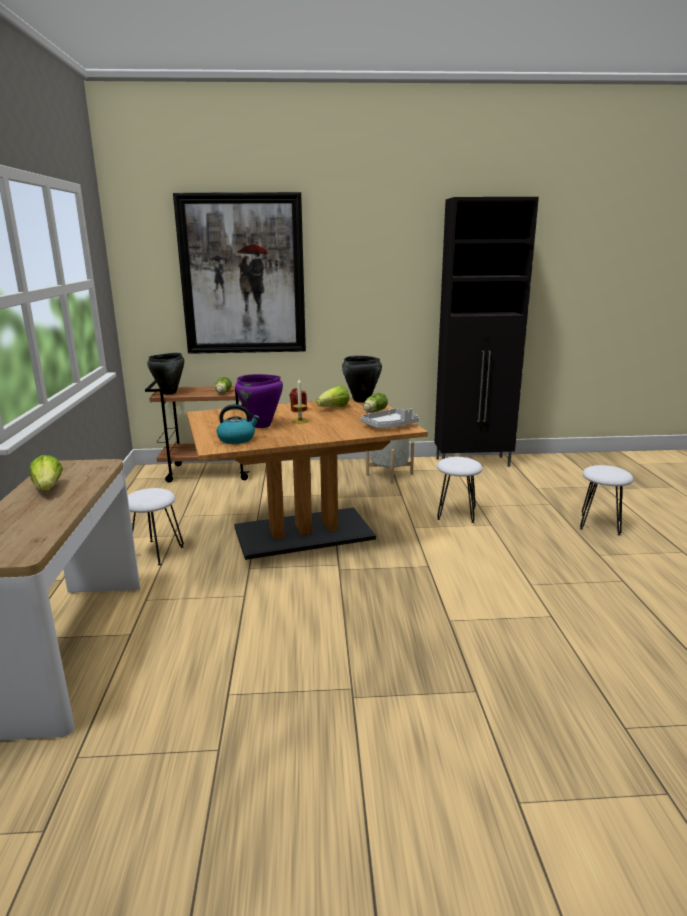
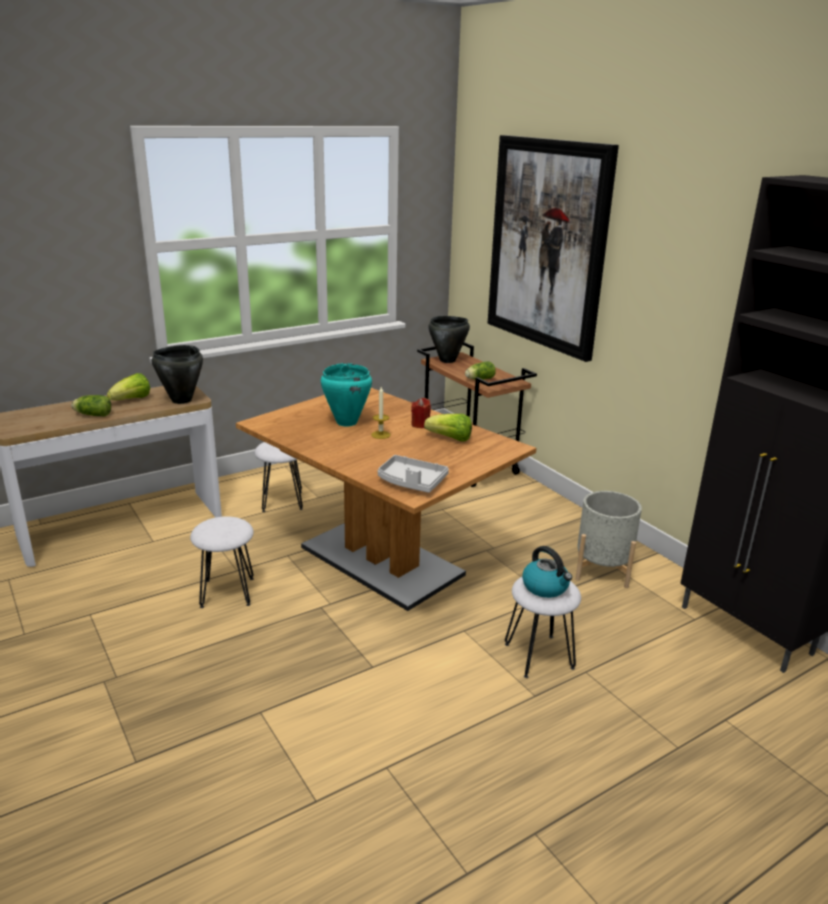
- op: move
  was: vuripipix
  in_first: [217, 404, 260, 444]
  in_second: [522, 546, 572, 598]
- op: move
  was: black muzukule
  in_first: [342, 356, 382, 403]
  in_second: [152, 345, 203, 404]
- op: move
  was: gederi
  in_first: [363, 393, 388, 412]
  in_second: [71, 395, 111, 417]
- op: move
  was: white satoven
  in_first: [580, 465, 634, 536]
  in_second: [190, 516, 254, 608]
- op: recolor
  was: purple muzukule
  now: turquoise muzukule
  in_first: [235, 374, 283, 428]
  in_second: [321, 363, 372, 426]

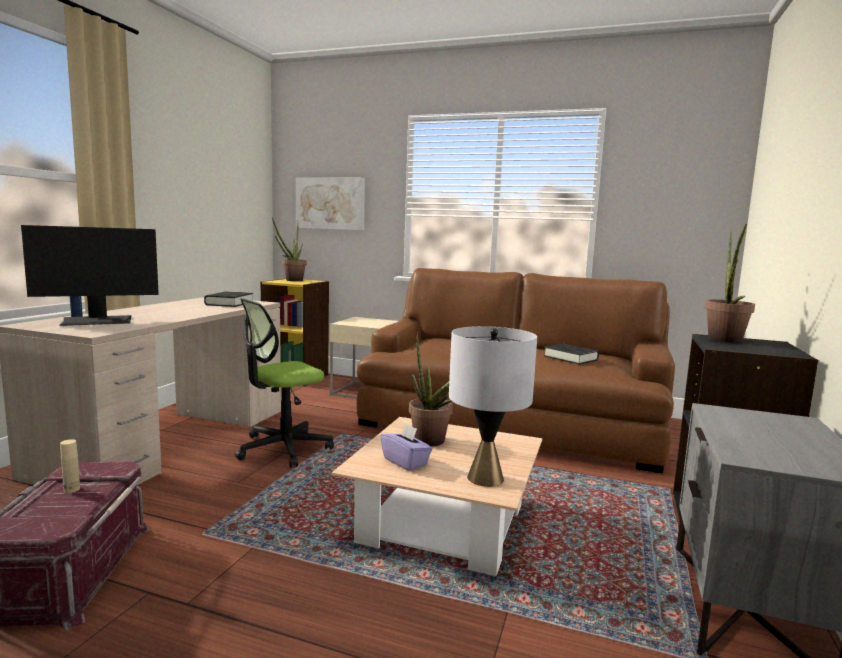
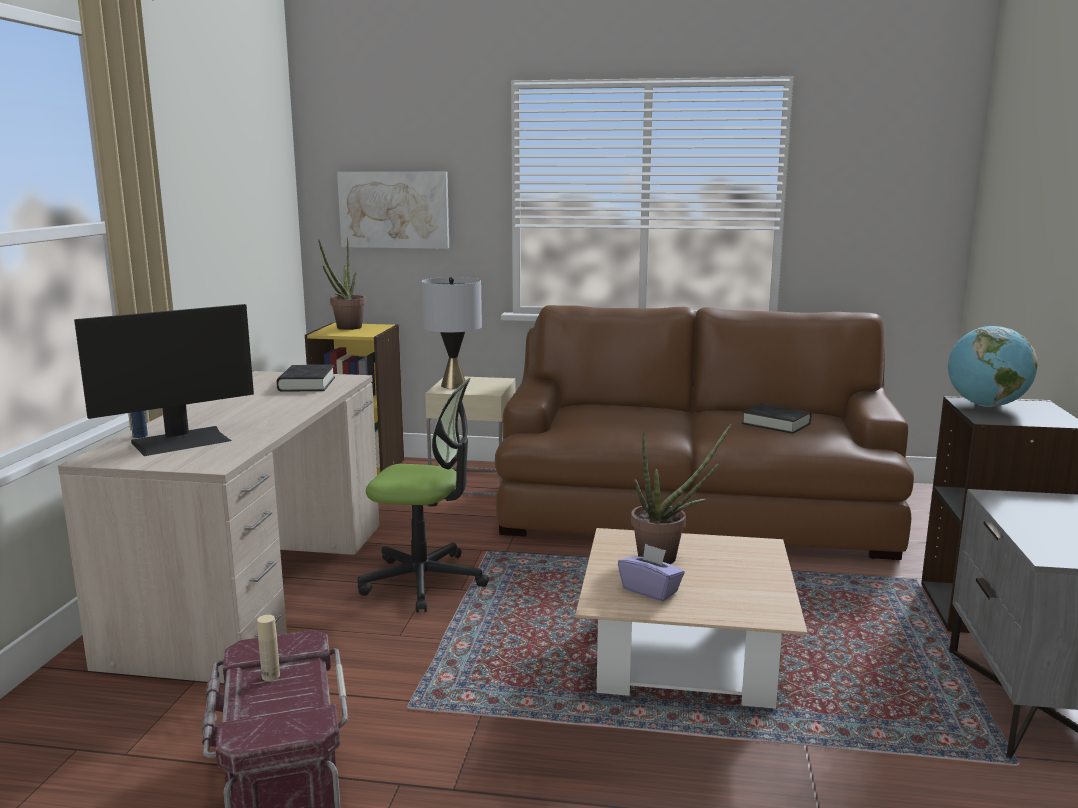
- op: move
  was: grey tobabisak
  in_first: [449, 326, 537, 487]
  in_second: [422, 277, 482, 389]
- op: replace
  was: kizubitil
  now: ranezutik
  in_first: [705, 224, 755, 343]
  in_second: [948, 326, 1038, 407]
- op: rotate
  was: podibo
  in_first: [235, 298, 334, 468]
  in_second: [357, 378, 489, 612]
  clockwise: -120

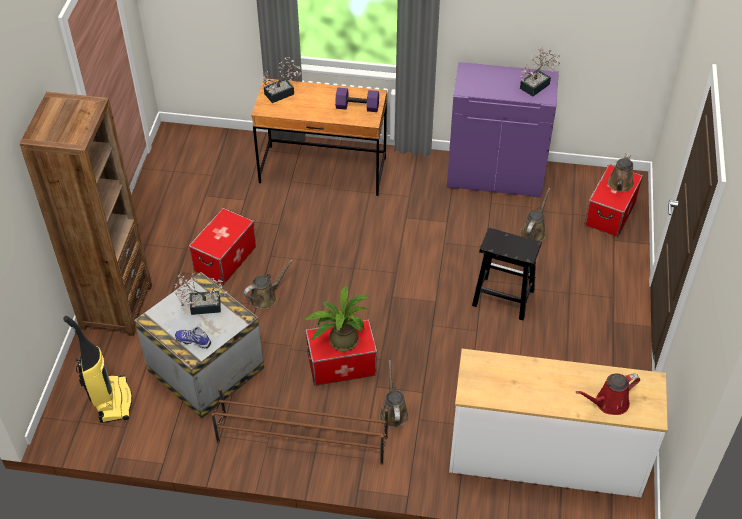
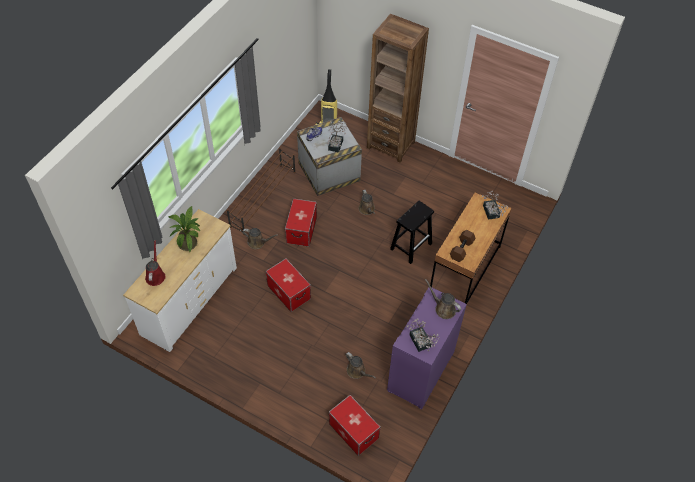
- op: move
  was: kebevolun
  in_first: [189, 208, 256, 284]
  in_second: [266, 258, 311, 312]
- op: move
  was: kizubitil
  in_first: [303, 285, 370, 351]
  in_second: [168, 206, 200, 253]
- op: move
  was: black satoven
  in_first: [472, 228, 542, 320]
  in_second: [390, 201, 434, 264]
- op: move
  was: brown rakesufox
  in_first: [608, 153, 634, 192]
  in_second: [425, 279, 461, 319]
- op: recolor
  was: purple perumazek
  now: brown perumazek
  in_first: [335, 88, 379, 112]
  in_second: [450, 230, 475, 262]

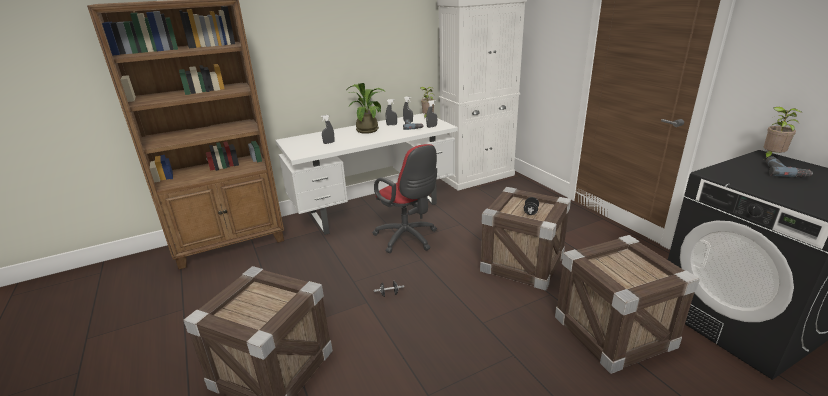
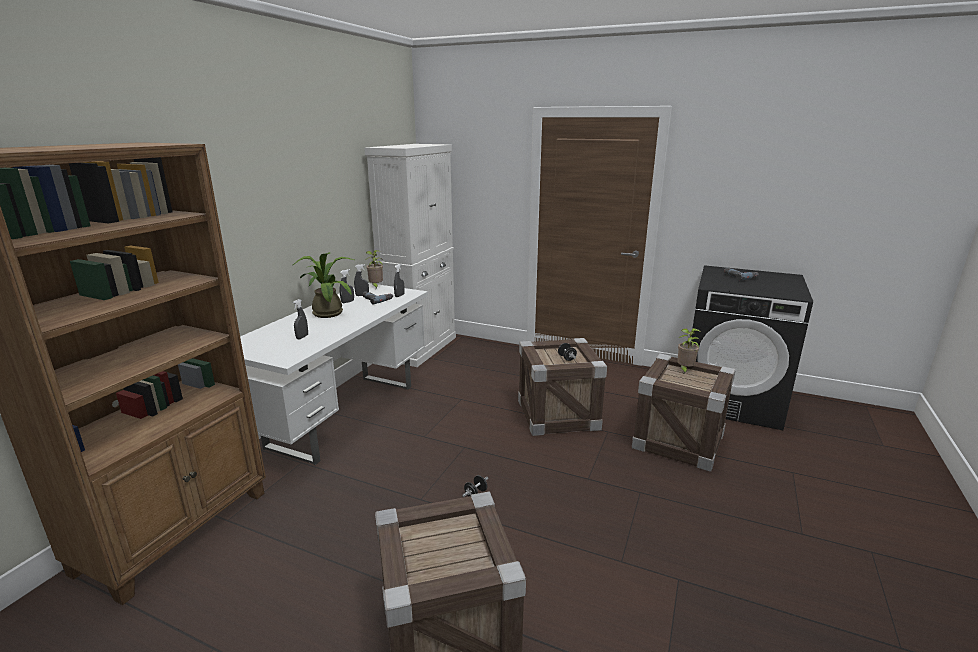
- op: delete
  was: red podibo
  in_first: [373, 144, 437, 253]
- op: move
  was: kizubitil
  in_first: [764, 107, 803, 159]
  in_second: [677, 328, 700, 375]

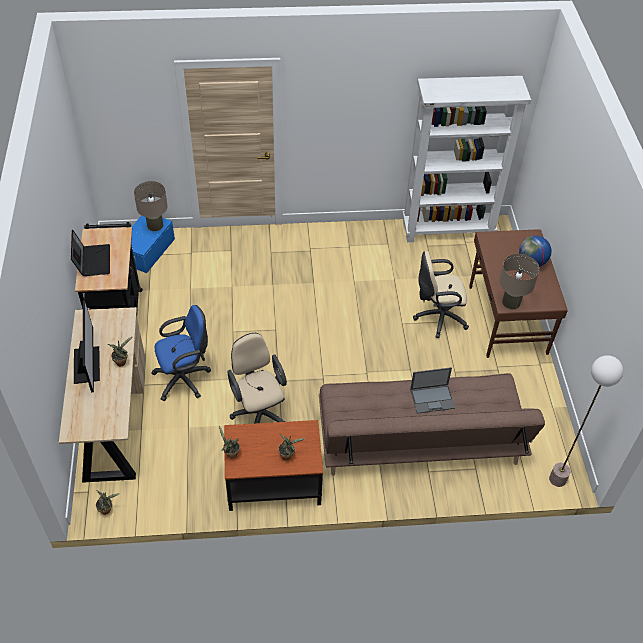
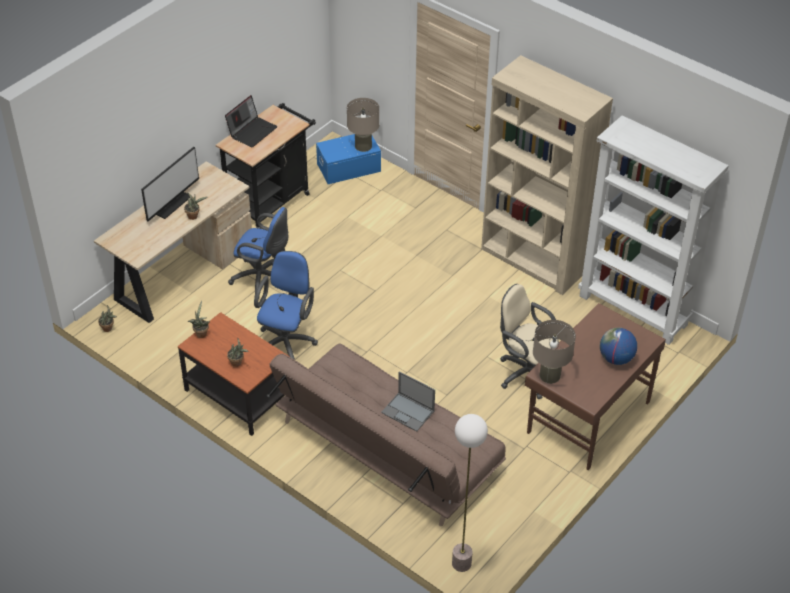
- op: insert
  now: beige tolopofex
  in_second: [481, 55, 613, 295]
- op: recolor
  was: beige podibo
  now: blue podibo
  in_first: [227, 333, 287, 424]
  in_second: [254, 251, 318, 360]

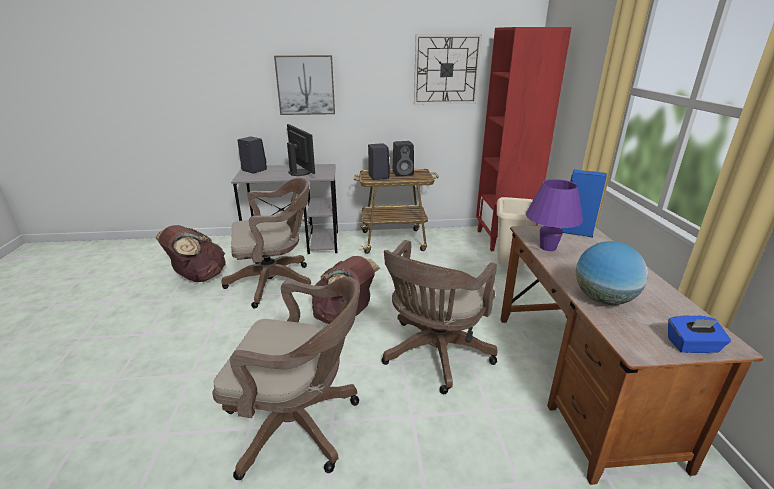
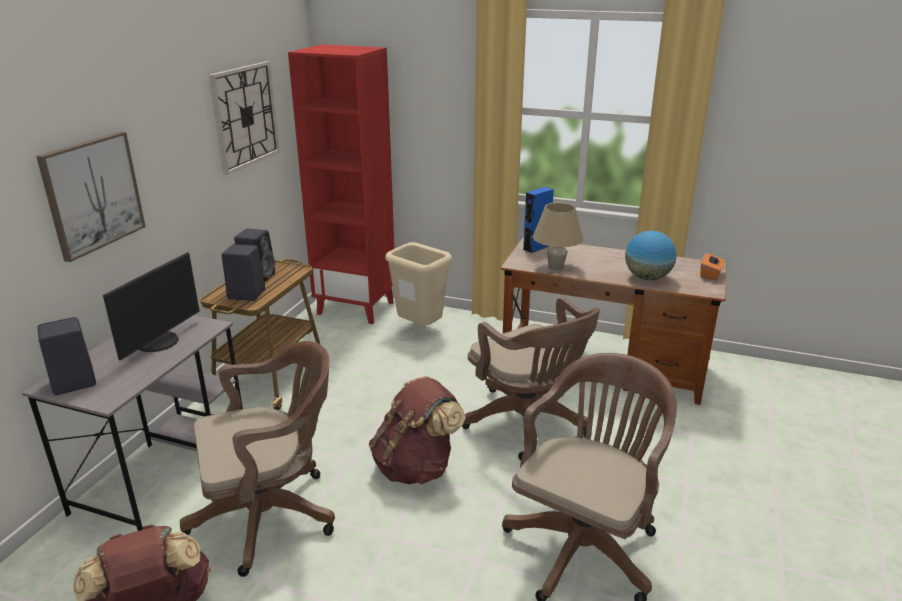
- op: recolor
  was: purple tobabisak
  now: beige tobabisak
  in_first: [526, 179, 583, 251]
  in_second: [533, 202, 584, 270]
- op: recolor
  was: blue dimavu
  now: orange dimavu
  in_first: [668, 315, 731, 353]
  in_second: [700, 252, 724, 280]
- op: rotate
  was: brown podibo
  in_first: [221, 177, 311, 308]
  in_second: [180, 341, 335, 577]
  clockwise: 60
- op: rotate
  was: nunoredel
  in_first: [287, 124, 315, 176]
  in_second: [103, 252, 200, 360]
  clockwise: 120

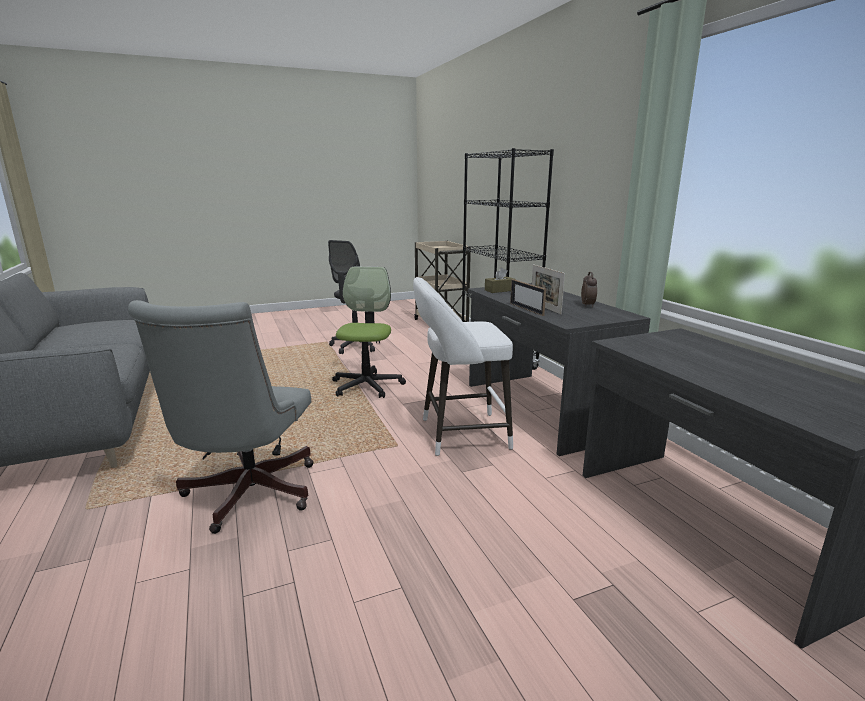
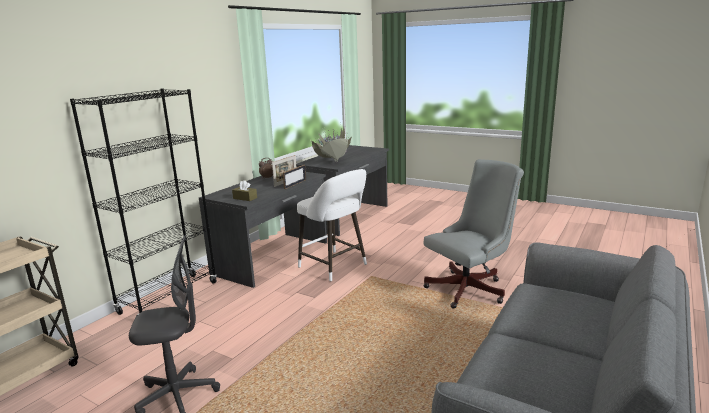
- op: delete
  was: podibo
  in_first: [332, 267, 406, 398]
- op: insert
  now: kizubitil
  in_second: [310, 127, 353, 162]

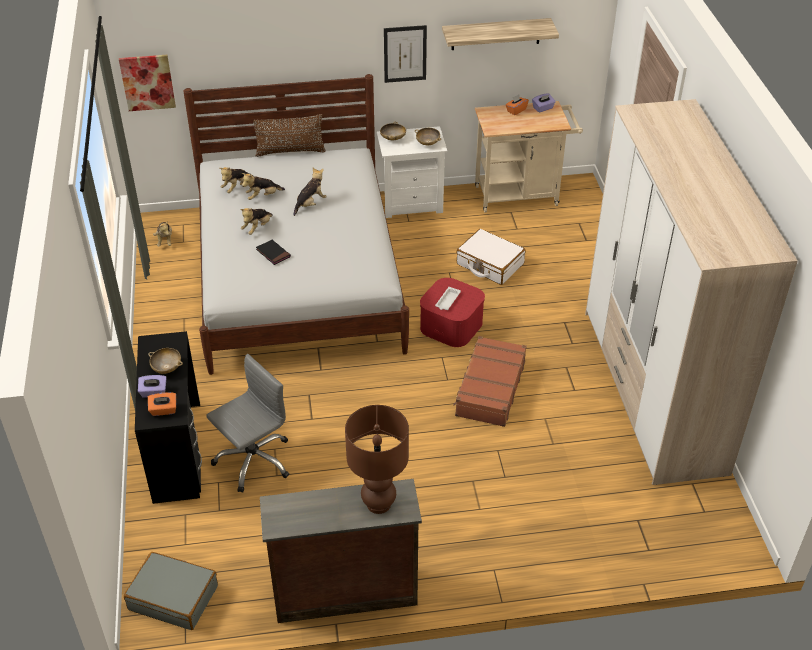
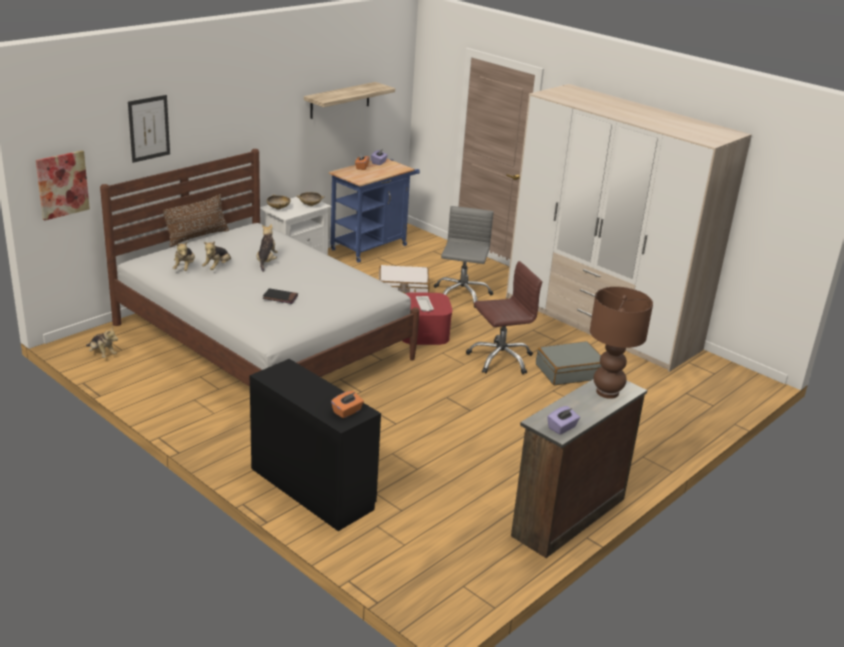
- op: delete
  was: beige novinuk
  in_first: [148, 348, 183, 374]
- op: delete
  was: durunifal
  in_first: [240, 208, 273, 235]
- op: move
  was: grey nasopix
  in_first: [124, 552, 218, 630]
  in_second: [536, 341, 602, 385]
- op: move
  was: purple dimavu
  in_first: [138, 375, 167, 397]
  in_second: [548, 406, 580, 435]
- op: move
  was: grey podibo
  in_first: [206, 354, 289, 493]
  in_second: [434, 206, 494, 308]
- op: move
  was: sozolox
  in_first: [384, 25, 427, 83]
  in_second: [128, 95, 170, 163]
- op: replace
  was: brown nasopix
  now: brown podibo
  in_first: [453, 336, 527, 427]
  in_second: [466, 261, 542, 374]
- op: recolor
  was: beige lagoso
  now: blue lagoso
  in_first: [475, 101, 583, 213]
  in_second: [329, 159, 420, 263]

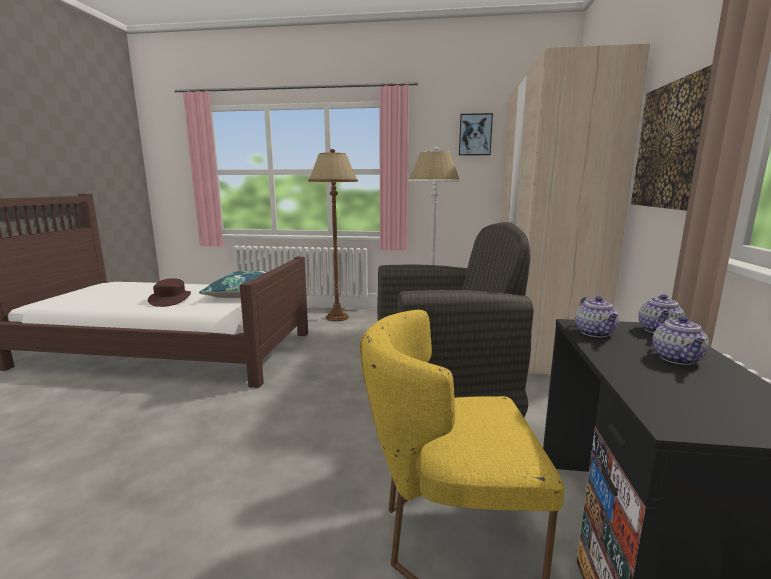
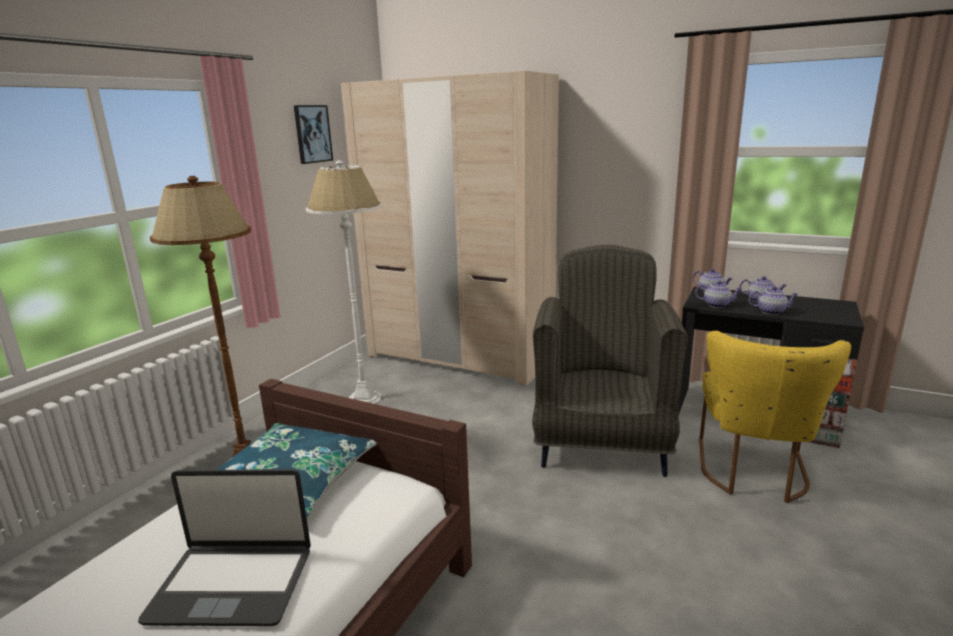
- op: delete
  was: sozolox
  in_first: [631, 65, 712, 211]
- op: insert
  now: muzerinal
  in_second: [749, 286, 798, 315]
- op: replace
  was: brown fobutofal
  now: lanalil
  in_first: [148, 278, 191, 307]
  in_second: [138, 469, 311, 626]

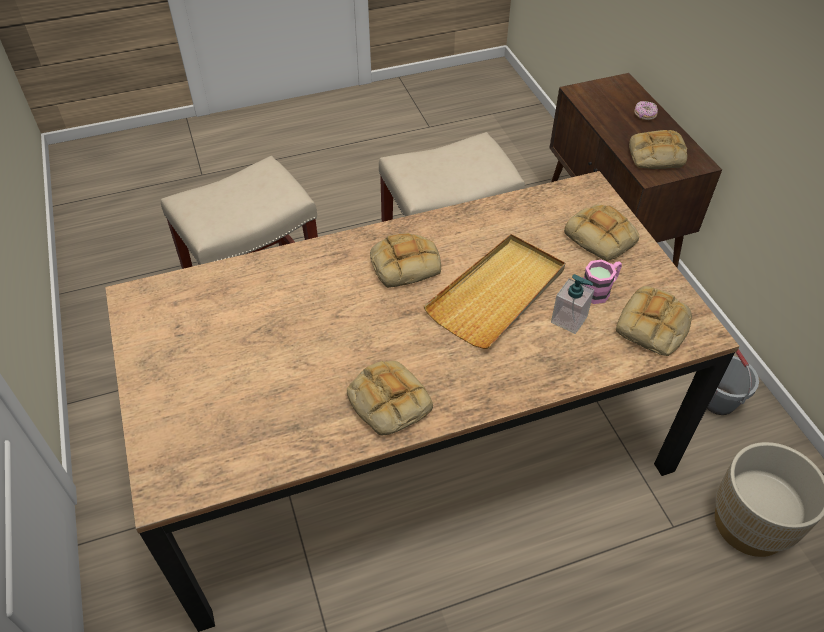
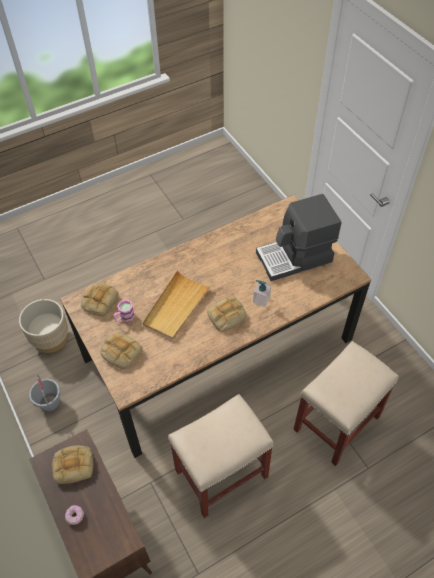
- op: delete
  was: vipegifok
  in_first: [347, 361, 433, 435]
- op: insert
  now: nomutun
  in_second: [256, 194, 342, 281]
- op: move
  was: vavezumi
  in_first: [551, 274, 594, 334]
  in_second: [253, 280, 271, 307]

